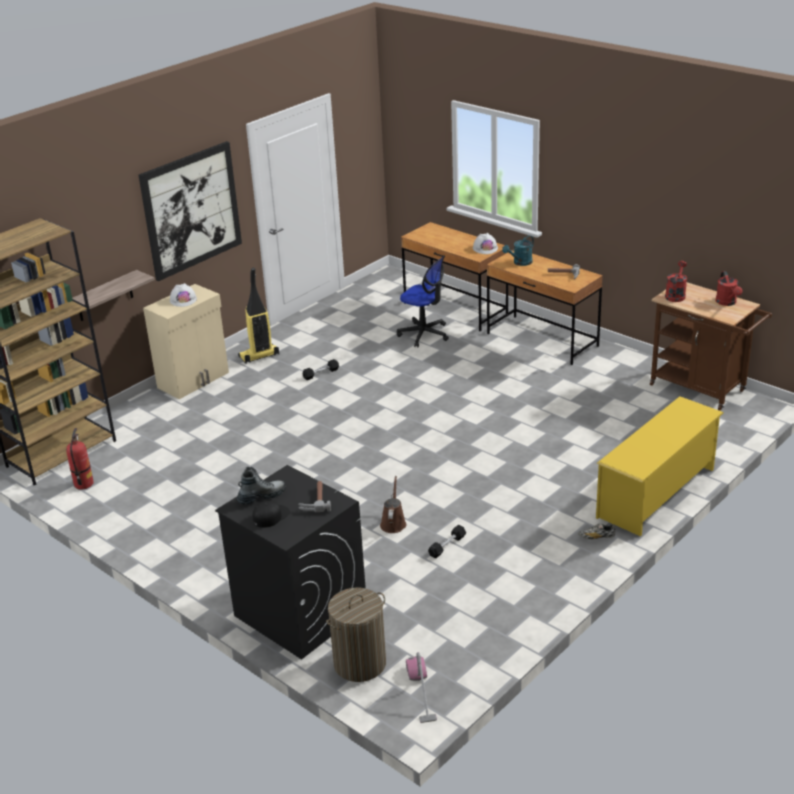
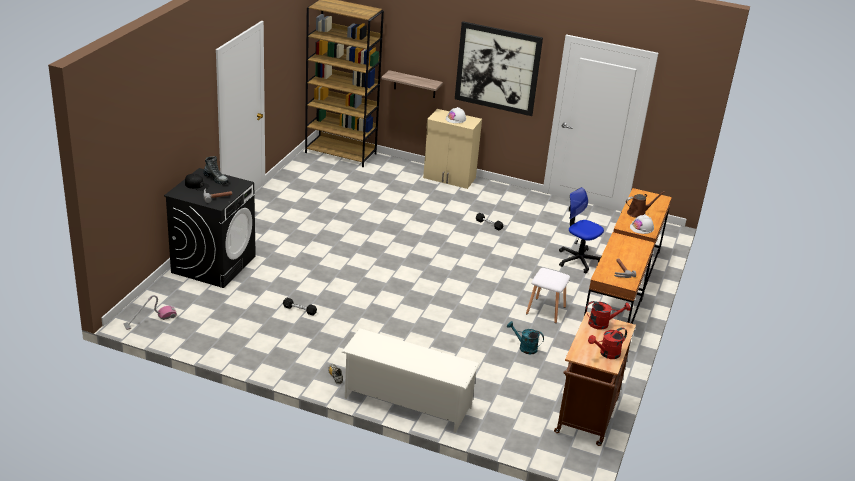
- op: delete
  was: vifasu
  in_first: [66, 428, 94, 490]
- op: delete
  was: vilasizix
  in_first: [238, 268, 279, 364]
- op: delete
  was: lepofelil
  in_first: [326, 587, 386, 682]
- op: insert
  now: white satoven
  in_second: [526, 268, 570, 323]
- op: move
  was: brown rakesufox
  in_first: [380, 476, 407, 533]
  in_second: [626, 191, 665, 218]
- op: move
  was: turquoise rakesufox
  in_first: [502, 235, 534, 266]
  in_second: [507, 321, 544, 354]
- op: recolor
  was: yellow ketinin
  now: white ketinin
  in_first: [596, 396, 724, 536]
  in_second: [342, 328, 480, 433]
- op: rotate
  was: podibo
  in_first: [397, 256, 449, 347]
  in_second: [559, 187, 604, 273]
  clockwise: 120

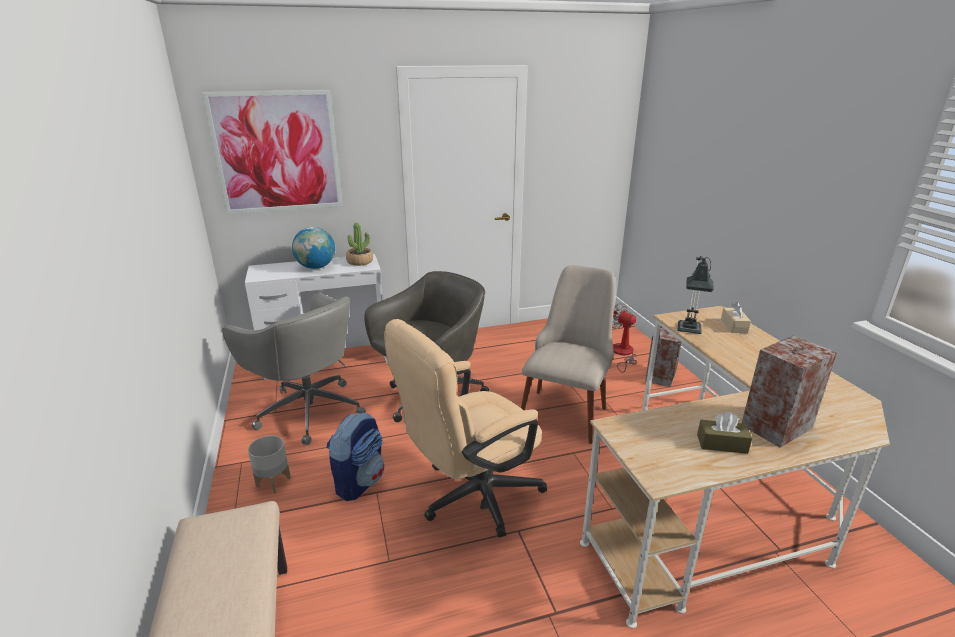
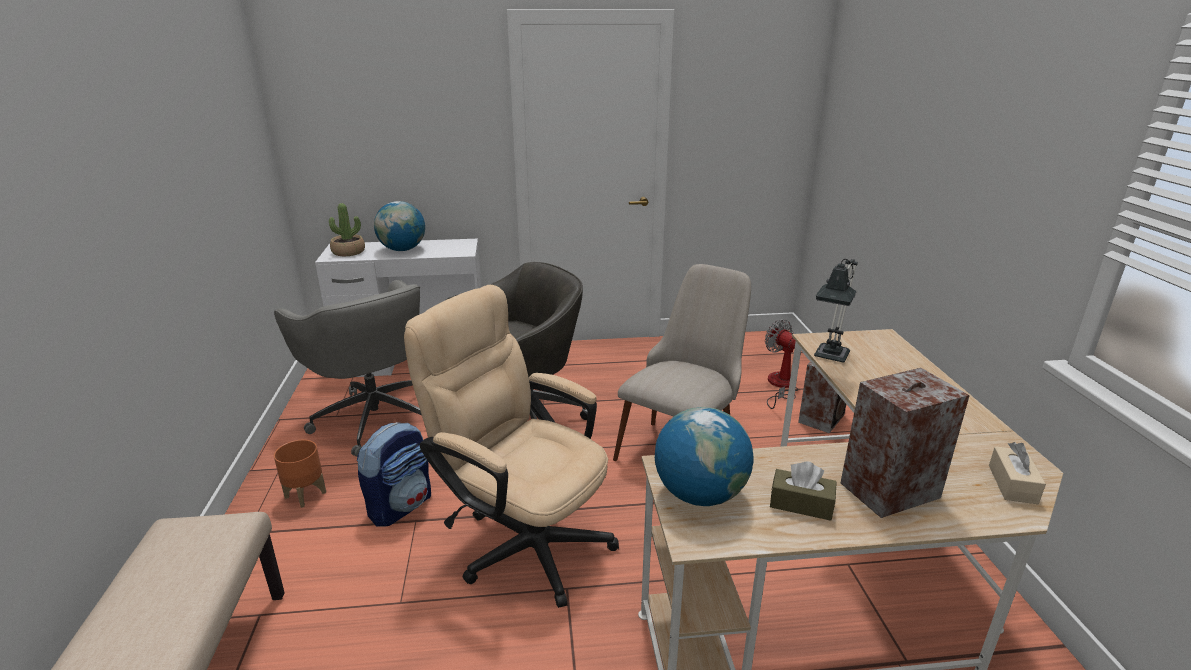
- op: delete
  was: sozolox
  in_first: [202, 90, 342, 214]
- op: insert
  now: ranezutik
  in_second: [655, 407, 754, 506]
- op: move
  was: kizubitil
  in_first: [346, 223, 373, 266]
  in_second: [329, 203, 365, 256]
- op: move
  was: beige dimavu
  in_first: [721, 302, 751, 333]
  in_second: [989, 442, 1046, 504]
- op: recolor
  was: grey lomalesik
  now: orange lomalesik
  in_first: [248, 435, 291, 494]
  in_second: [274, 440, 326, 508]
- op: rotate
  was: beige podibo
  in_first: [384, 319, 547, 538]
  in_second: [404, 285, 619, 608]
  clockwise: 60

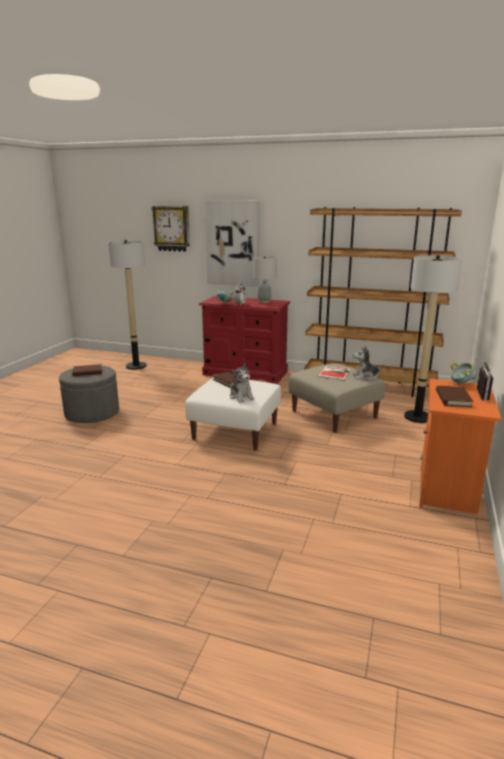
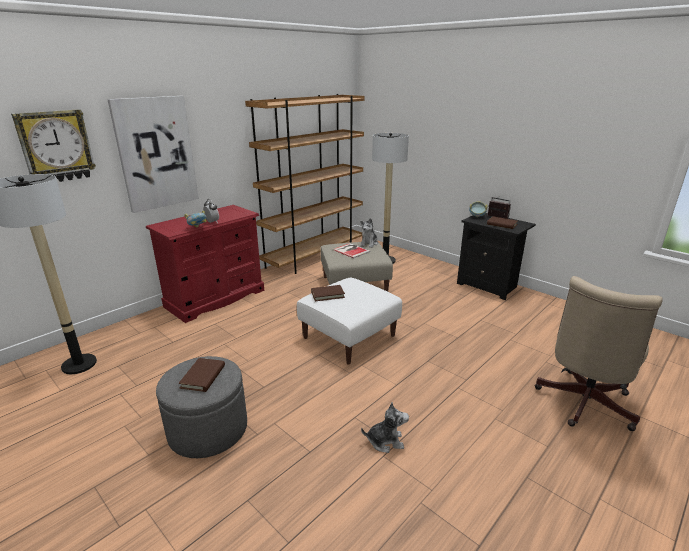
- op: delete
  was: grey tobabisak
  in_first: [253, 255, 277, 303]
- op: insert
  now: beige podibo
  in_second: [535, 276, 663, 431]
- op: move
  was: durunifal
  in_first: [230, 363, 255, 403]
  in_second: [361, 402, 409, 453]
- op: recolor
  was: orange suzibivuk
  now: black suzibivuk
  in_first: [419, 379, 501, 514]
  in_second: [457, 213, 536, 300]

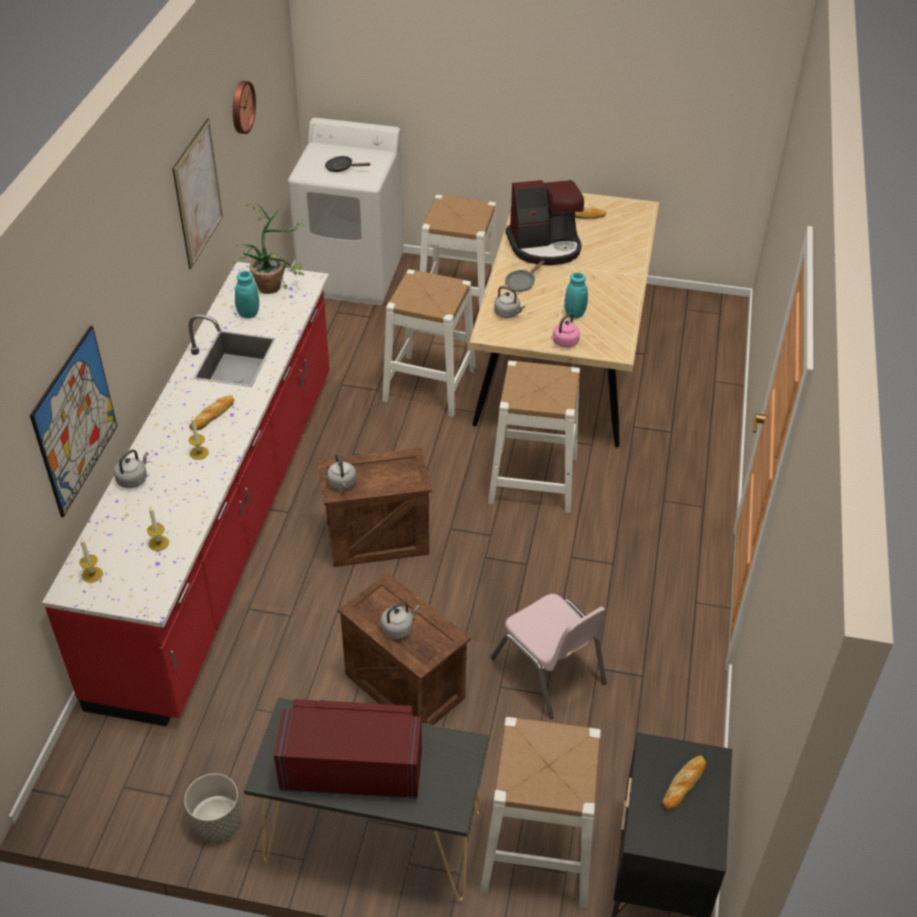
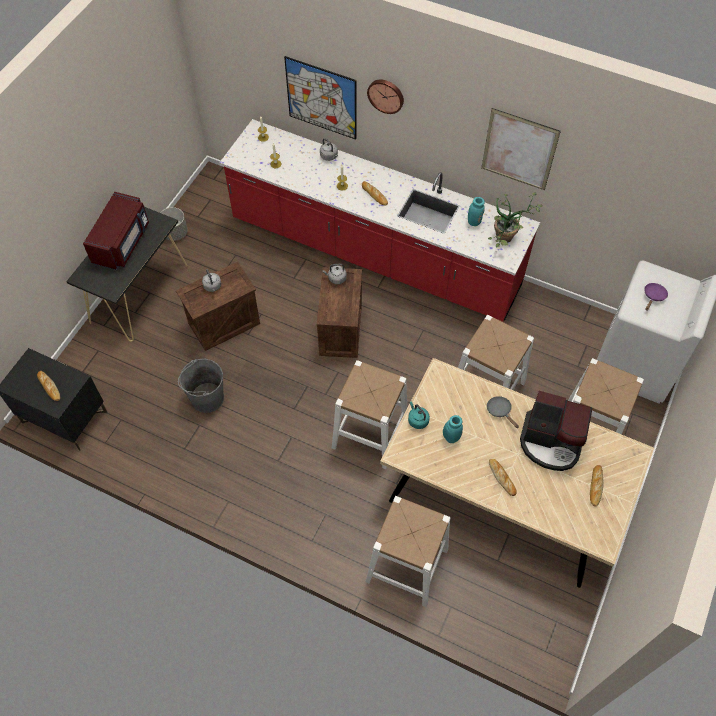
- op: delete
  was: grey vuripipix
  in_first: [494, 286, 525, 318]
- op: insert
  now: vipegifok
  in_second: [489, 459, 517, 496]
- op: move
  was: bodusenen
  in_first: [233, 81, 256, 134]
  in_second: [367, 80, 404, 114]
- op: move
  was: white satoven
  in_first: [480, 717, 601, 908]
  in_second: [365, 496, 451, 607]
- op: replace
  was: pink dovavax
  now: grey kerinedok
  in_first: [490, 594, 607, 719]
  in_second: [178, 359, 224, 413]
- op: recolor
  was: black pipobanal
  now: purple pipobanal
  in_first: [325, 156, 371, 172]
  in_second: [644, 283, 668, 311]
- op: recolor
  was: pink vuripipix
  now: turquoise vuripipix
  in_first: [551, 313, 580, 347]
  in_second: [408, 402, 430, 429]
- op: rotate
  was: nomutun
  in_first: [506, 180, 584, 265]
  in_second: [520, 391, 592, 471]
  clockwise: -75

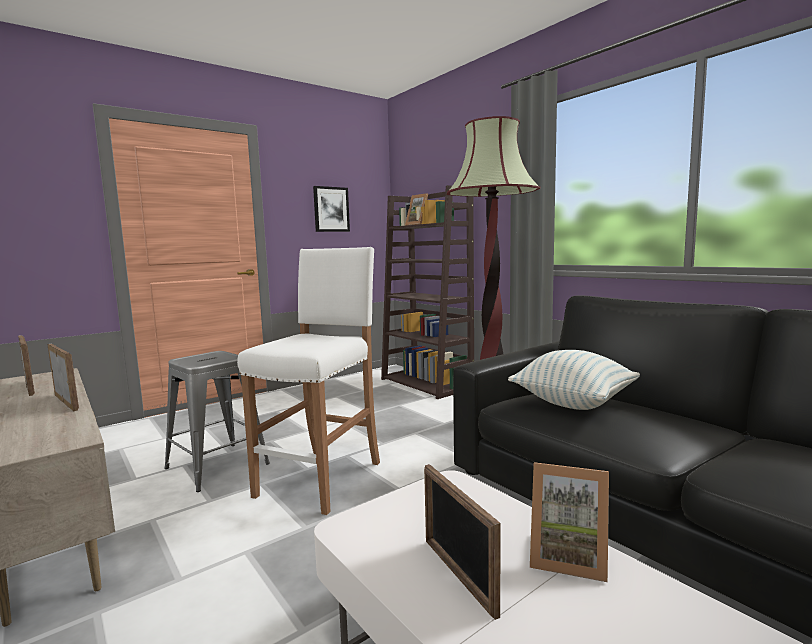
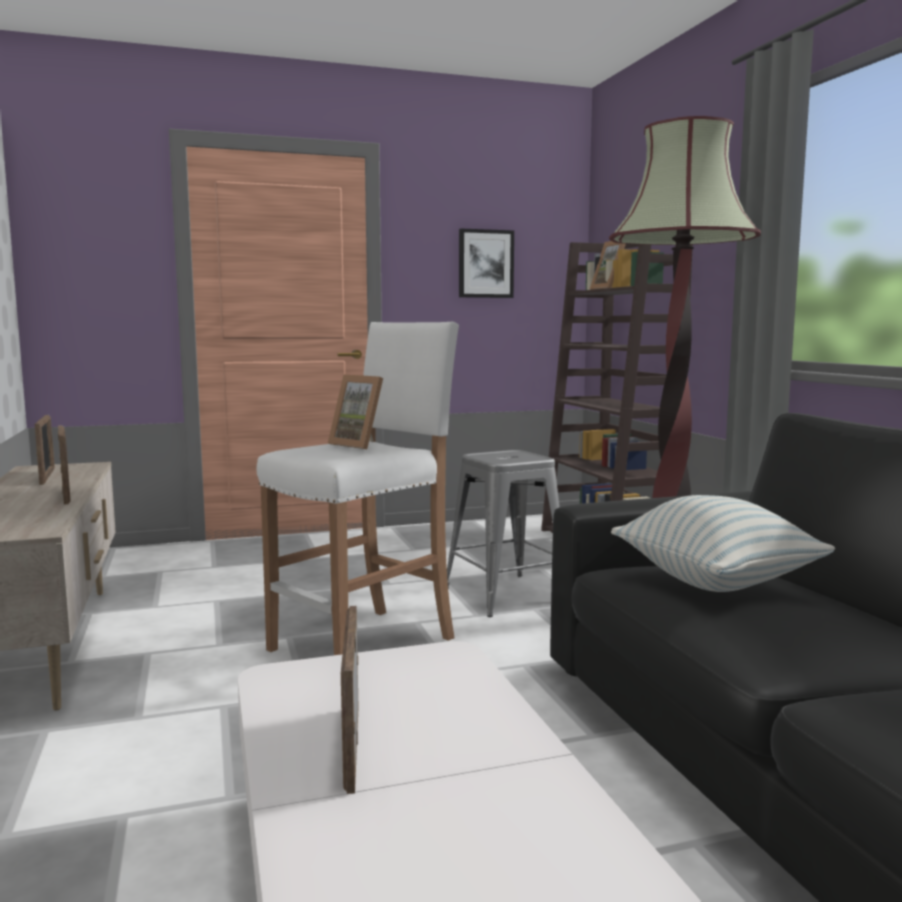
- op: move
  was: grey satoven
  in_first: [164, 351, 270, 492]
  in_second: [447, 450, 560, 617]
- op: move
  was: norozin
  in_first: [530, 462, 609, 582]
  in_second: [328, 374, 383, 449]

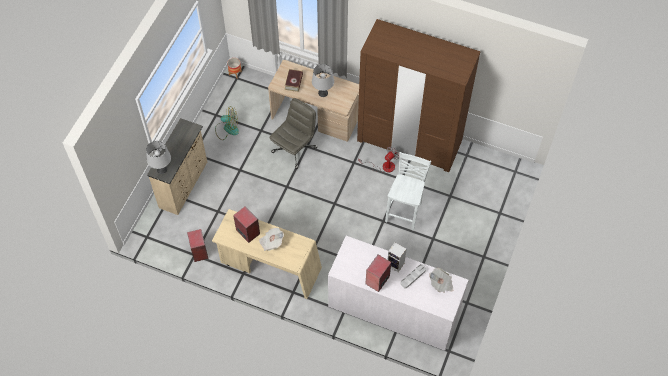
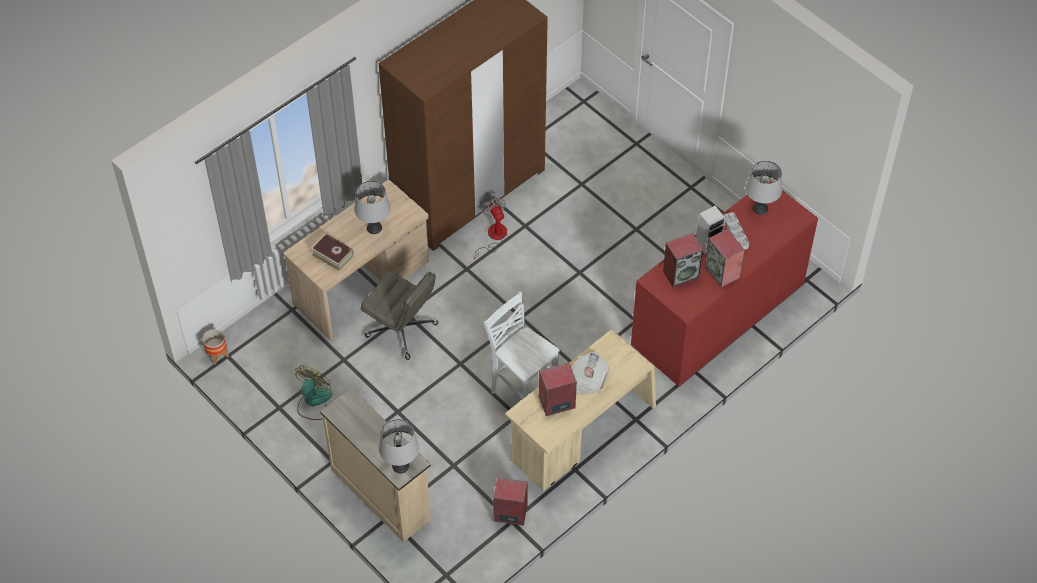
- op: insert
  now: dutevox
  in_second: [663, 233, 704, 288]
- op: move
  was: white satoven
  in_first: [385, 152, 431, 230]
  in_second: [484, 291, 560, 399]
- op: replace
  was: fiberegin
  now: grey tobabisak
  in_first: [429, 268, 453, 293]
  in_second: [746, 161, 782, 215]
- op: recolor
  was: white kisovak
  now: red kisovak
  in_first: [328, 236, 469, 351]
  in_second: [631, 181, 818, 386]
- op: rotate
  was: grey podibo
  in_first: [270, 98, 317, 169]
  in_second: [360, 271, 438, 360]
  clockwise: 150

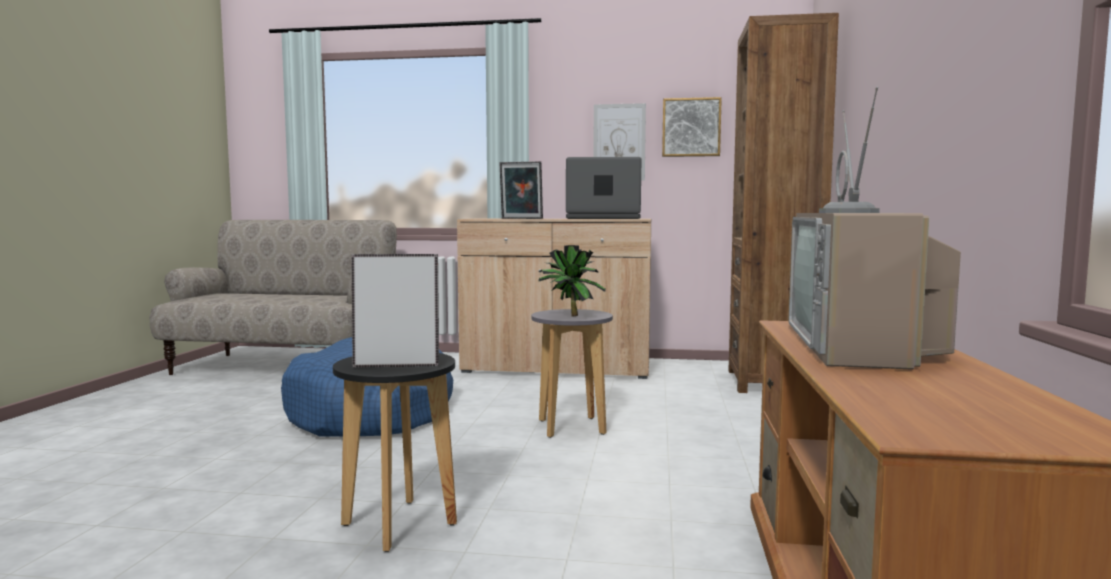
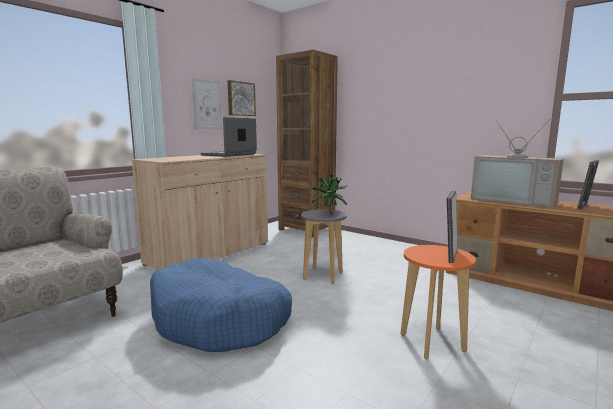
- op: move
  was: norozin
  in_first: [500, 161, 543, 219]
  in_second: [577, 160, 599, 210]
- op: recolor
  was: black satoven
  now: orange satoven
  in_first: [333, 353, 457, 552]
  in_second: [400, 245, 476, 359]

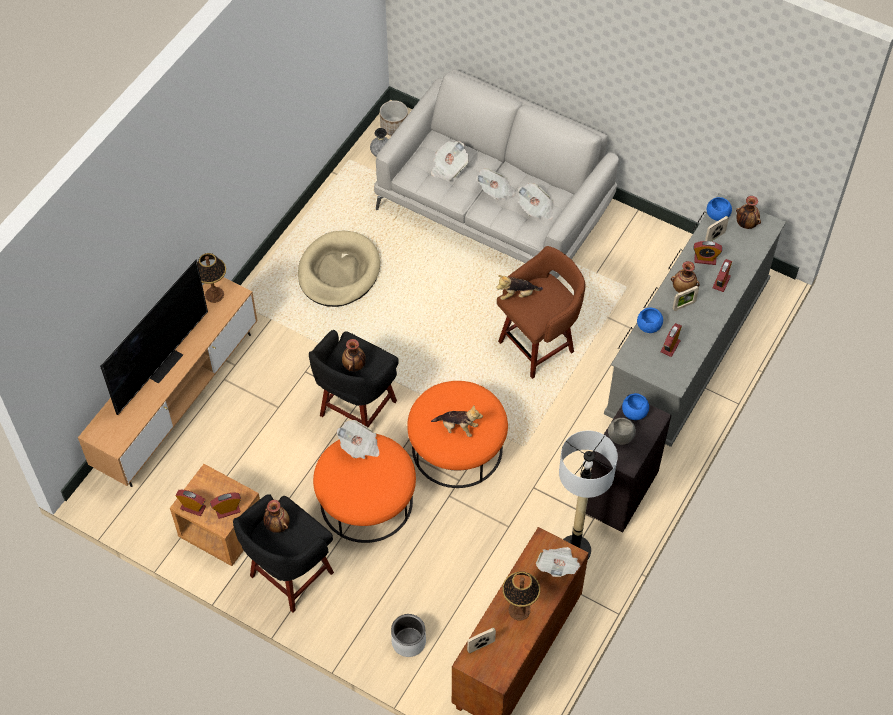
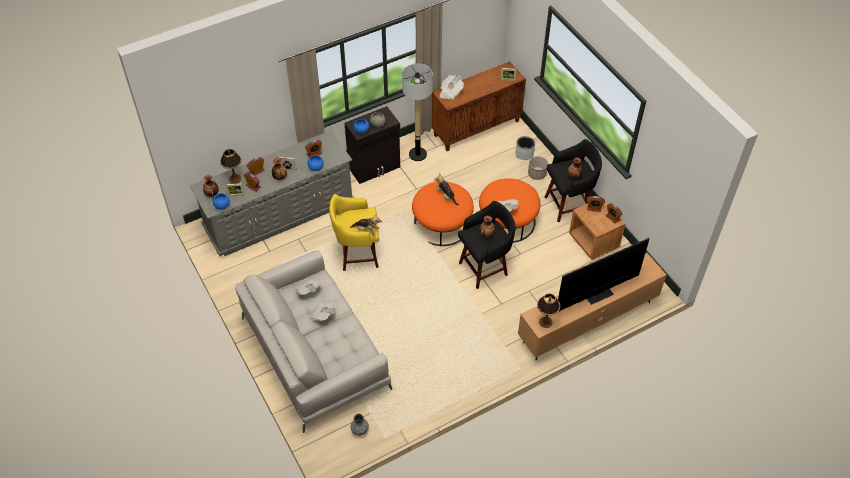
- op: delete
  was: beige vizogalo
  in_first: [298, 231, 380, 307]
- op: delete
  was: fiberegin
  in_first: [431, 141, 469, 181]
- op: move
  was: lomalesik
  in_first: [380, 100, 408, 136]
  in_second: [528, 156, 548, 180]
- op: move
  was: tobabisak
  in_first: [502, 571, 540, 621]
  in_second: [220, 149, 242, 184]
- op: recolor
  was: brown satoven
  now: yellow satoven
  in_first: [497, 246, 586, 379]
  in_second: [329, 194, 379, 271]

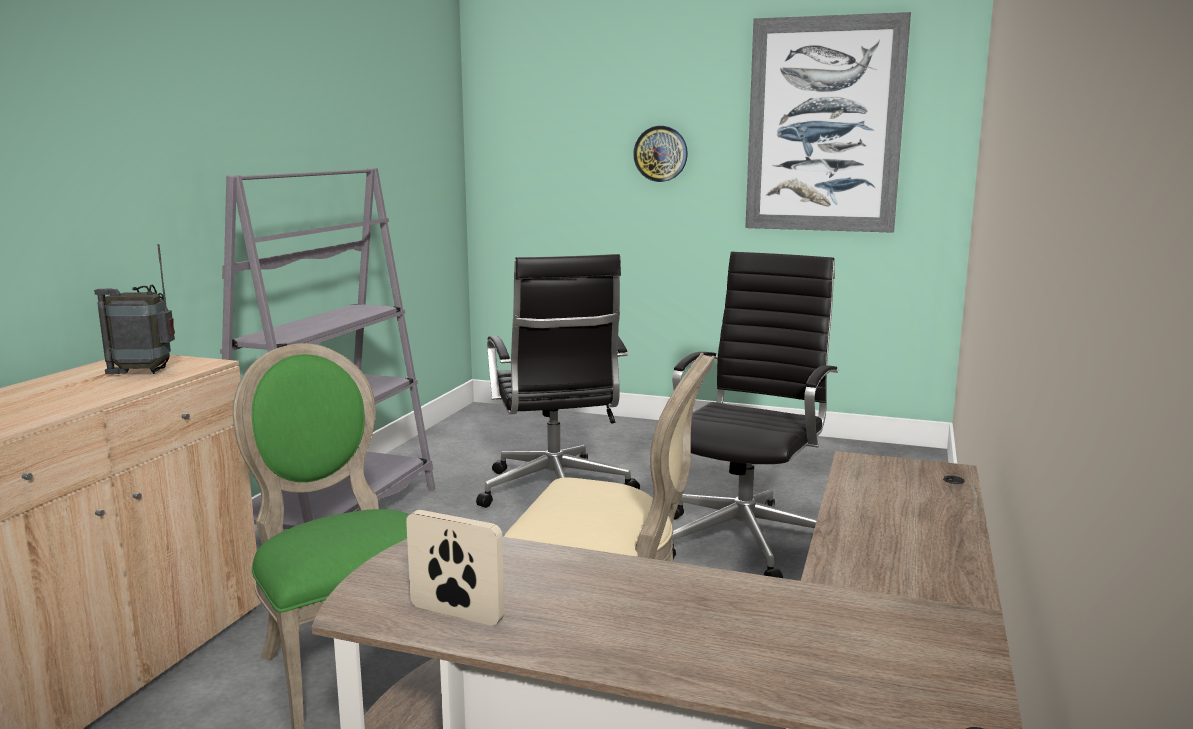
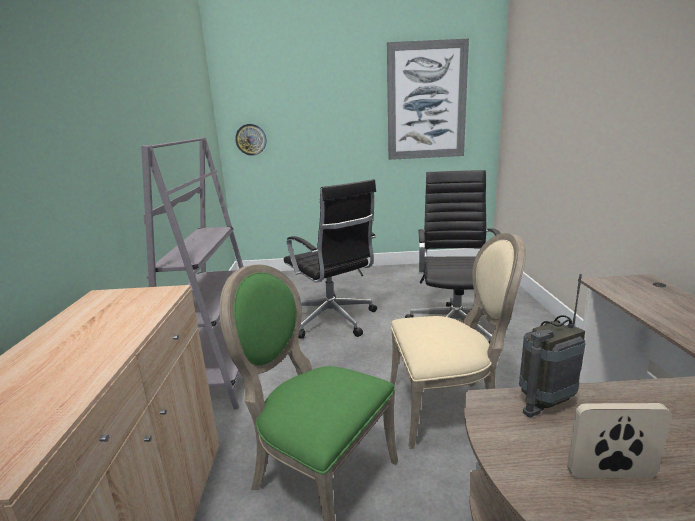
- op: move
  was: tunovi
  in_first: [94, 244, 175, 374]
  in_second: [519, 274, 586, 417]
- op: move
  was: bodusenen
  in_first: [633, 126, 688, 182]
  in_second: [235, 124, 266, 156]

